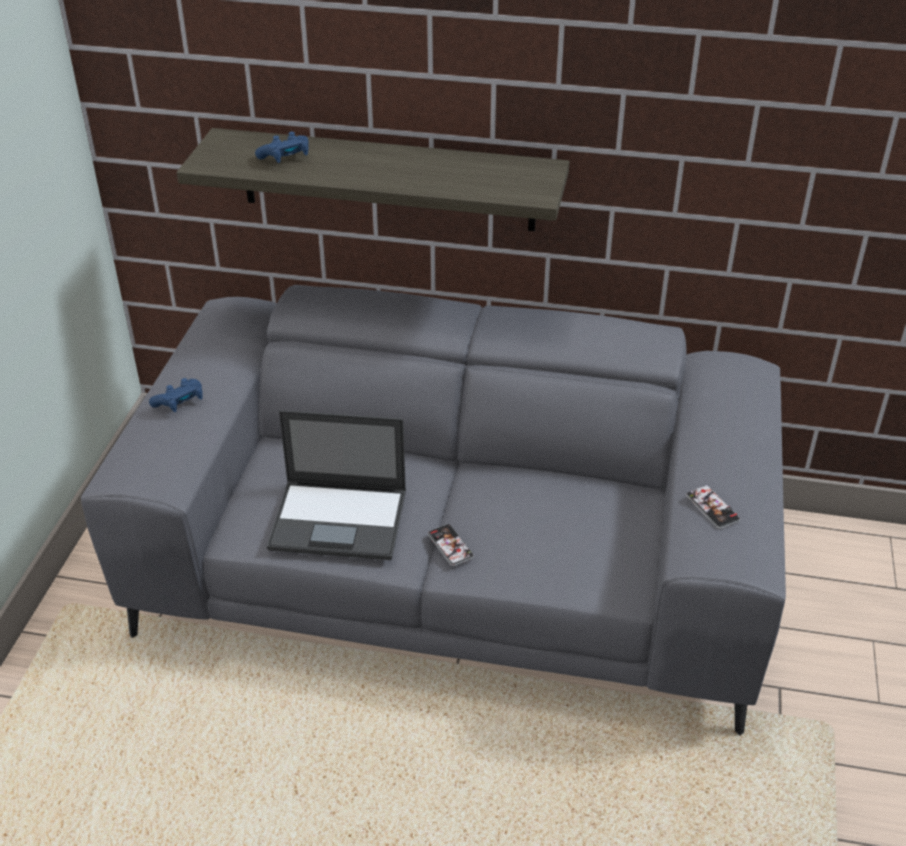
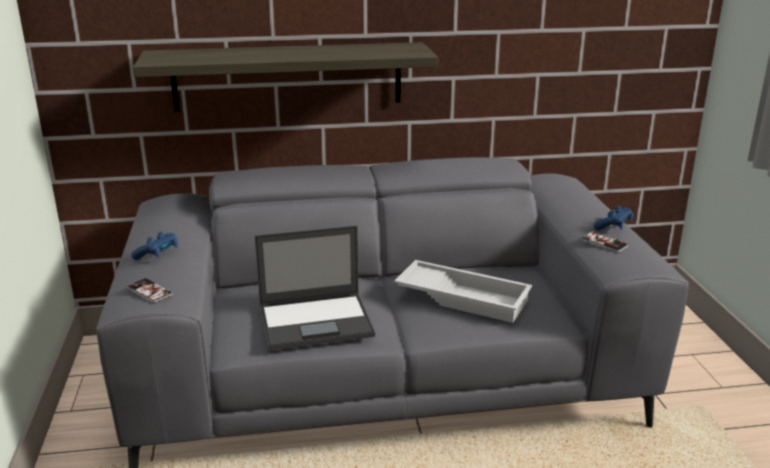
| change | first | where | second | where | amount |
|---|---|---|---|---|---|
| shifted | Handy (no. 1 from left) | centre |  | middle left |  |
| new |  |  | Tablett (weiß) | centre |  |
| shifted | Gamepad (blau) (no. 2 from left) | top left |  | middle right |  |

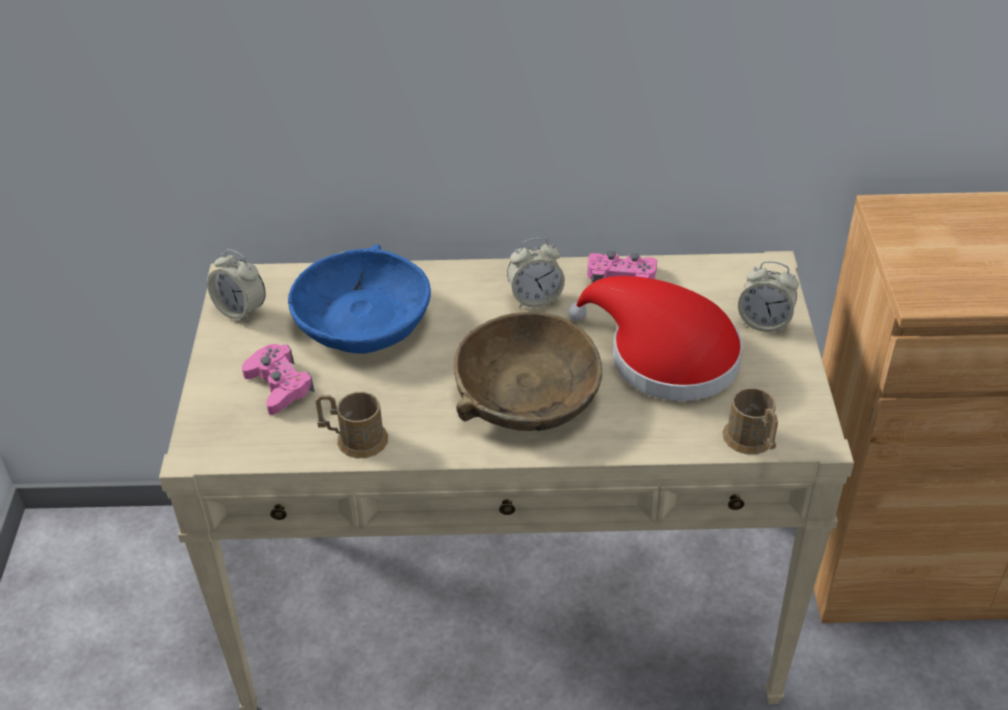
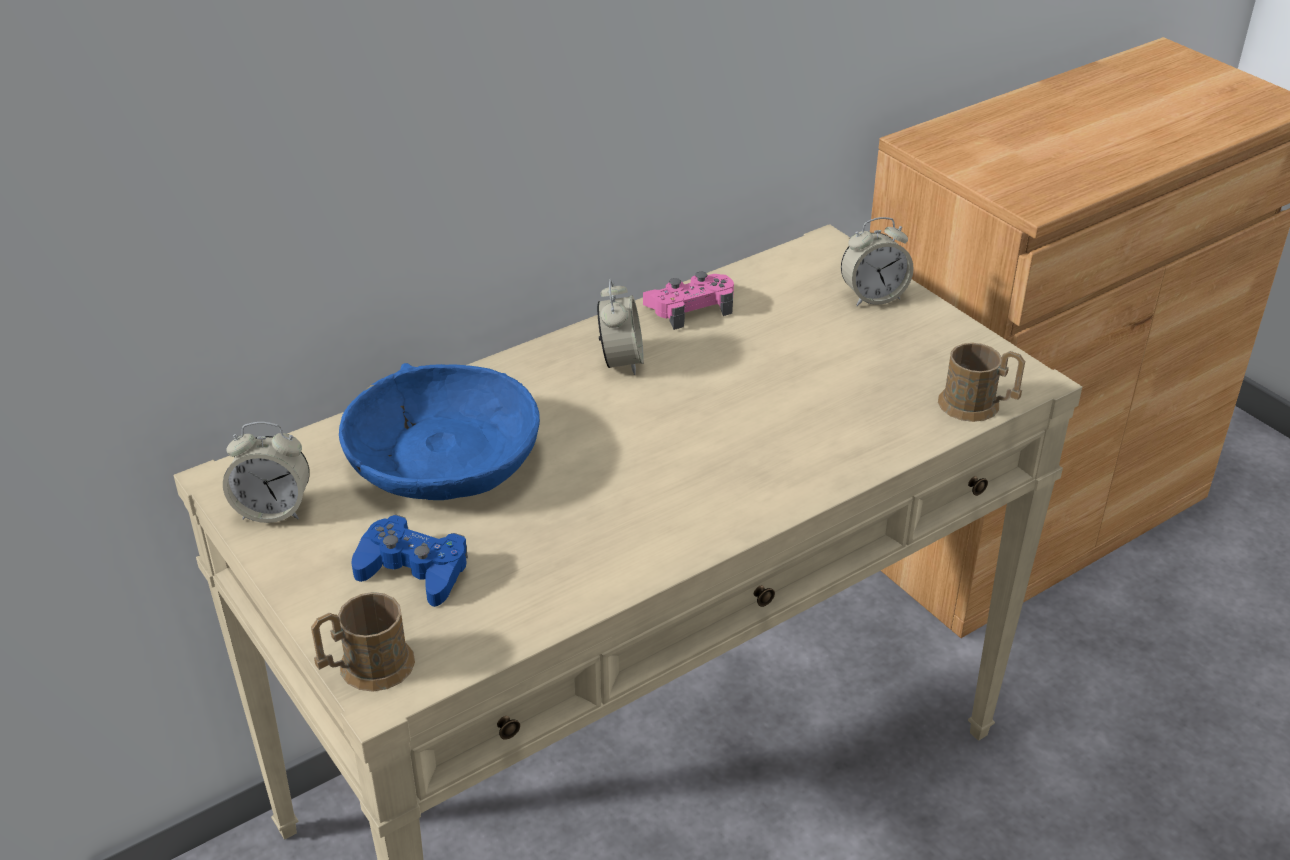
| change | first | where | second | where | amount |
|---|---|---|---|---|---|
| shifted | Henkelbecher (braun) (no. 1 from left) | centre |  | bottom left |  |
| repainted | Gamepad (rosa) (no. 1 from left) | middle left | Gamepad (blau) | middle left |  |
| rotated | Wecker (no. 2 from left) | centre |  | centre | 45 degrees counterclockwise |
| gone | Schüssel (braun) | centre |  |  |  |
| gone | Hut (rot) | centre |  |  |  |

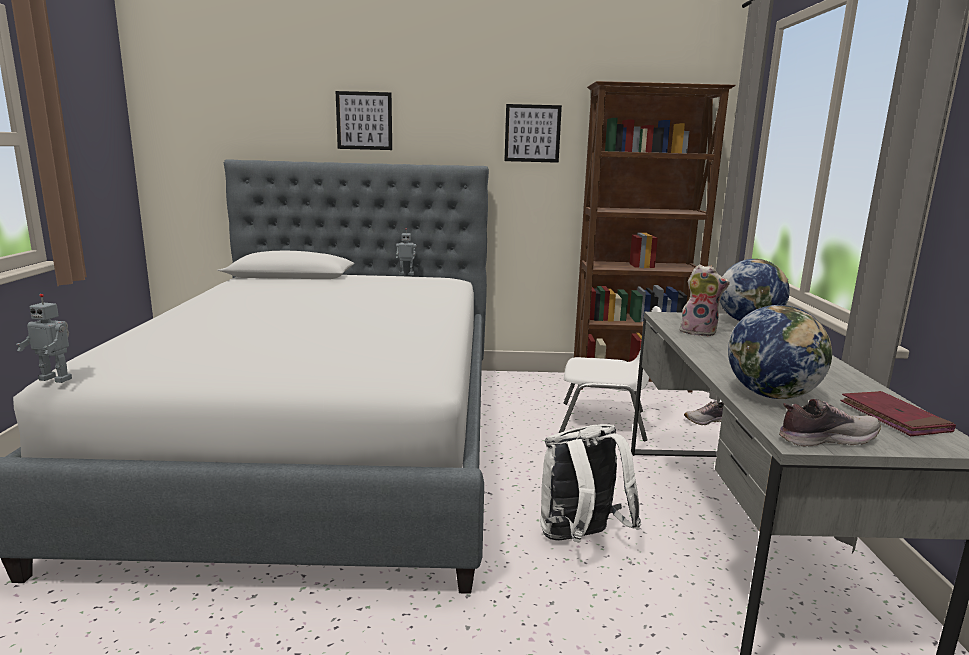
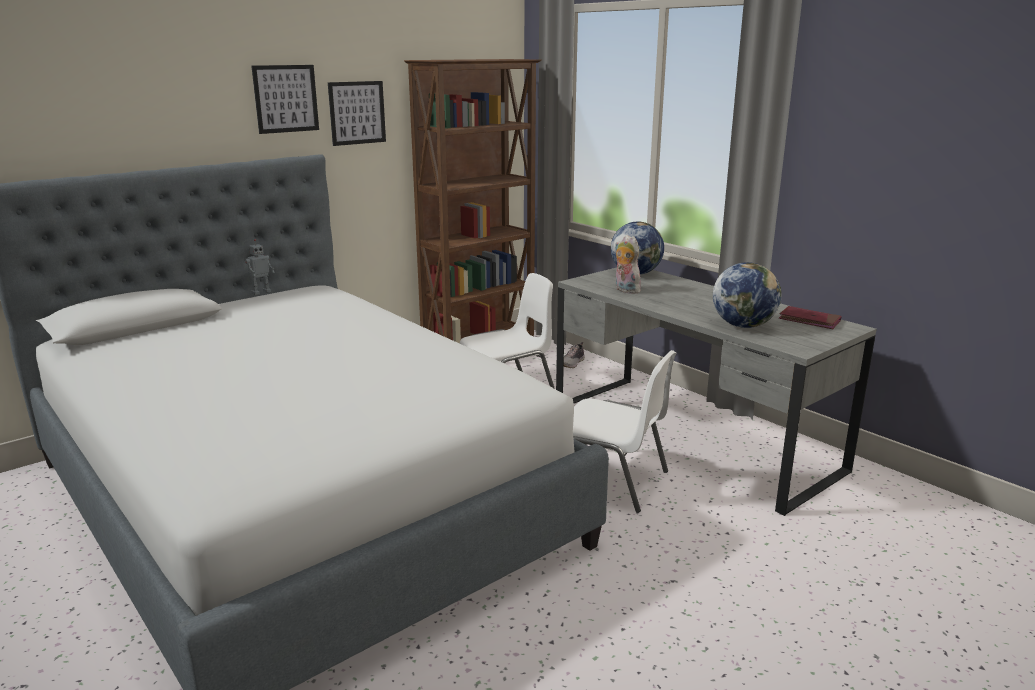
| change | first | where | second | where | amount |
|---|---|---|---|---|---|
| shifted | Bild (no. 1 from left) | top centre |  | top left |  |
| swapped | Rucksack (weiß) | bottom centre | Stuhl (weiß) (no. 2 from left) | centre |  |
| rotated | Plüschtier | middle right |  | centre | 105 degrees counterclockwise |
| gone | Spielzeugroboter (no. 1 from left) | middle left |  |  |  |
| gone | Schuh (no. 2 from left) | middle right |  |  |  |

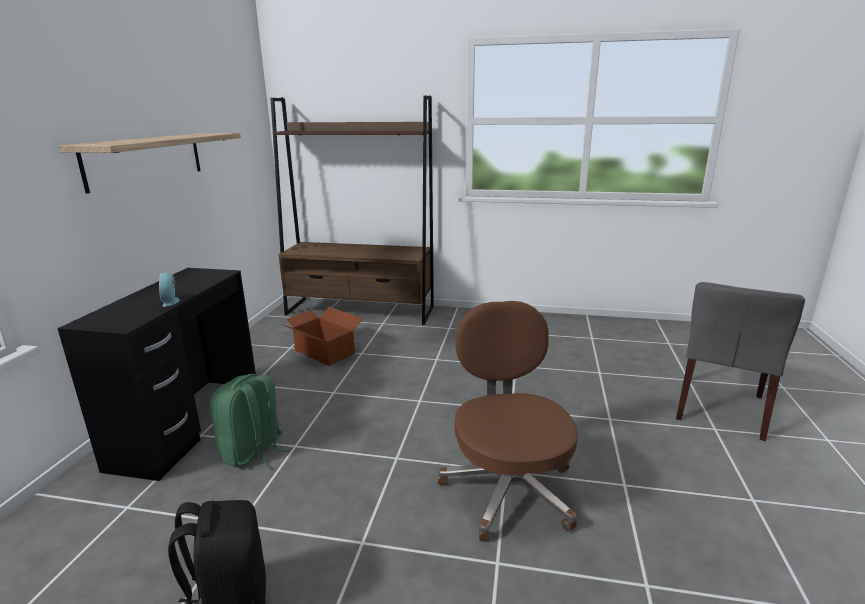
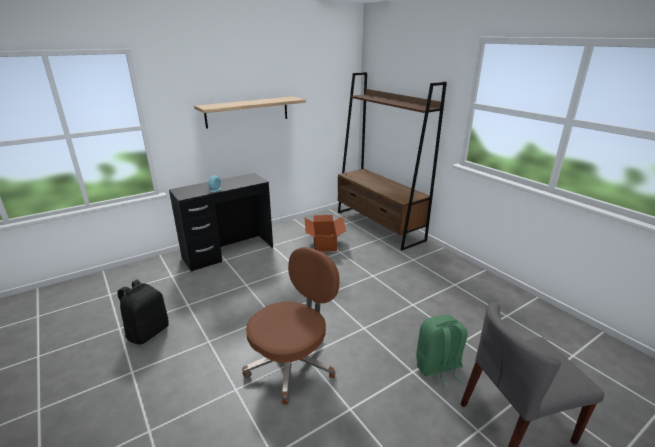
| change | first | where | second | where | amount |
|---|---|---|---|---|---|
| shifted | Rucksack (grün) | bottom left |  | bottom right |  |

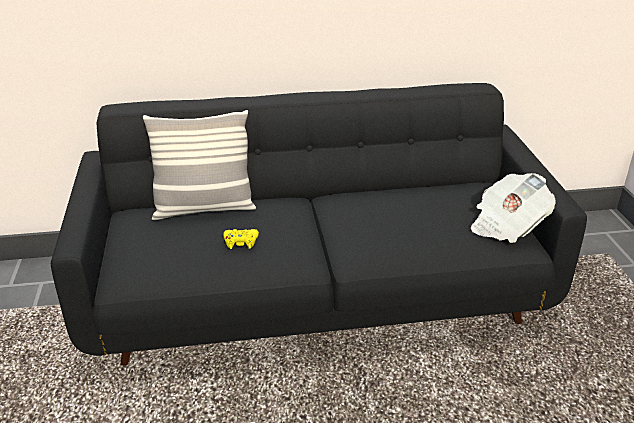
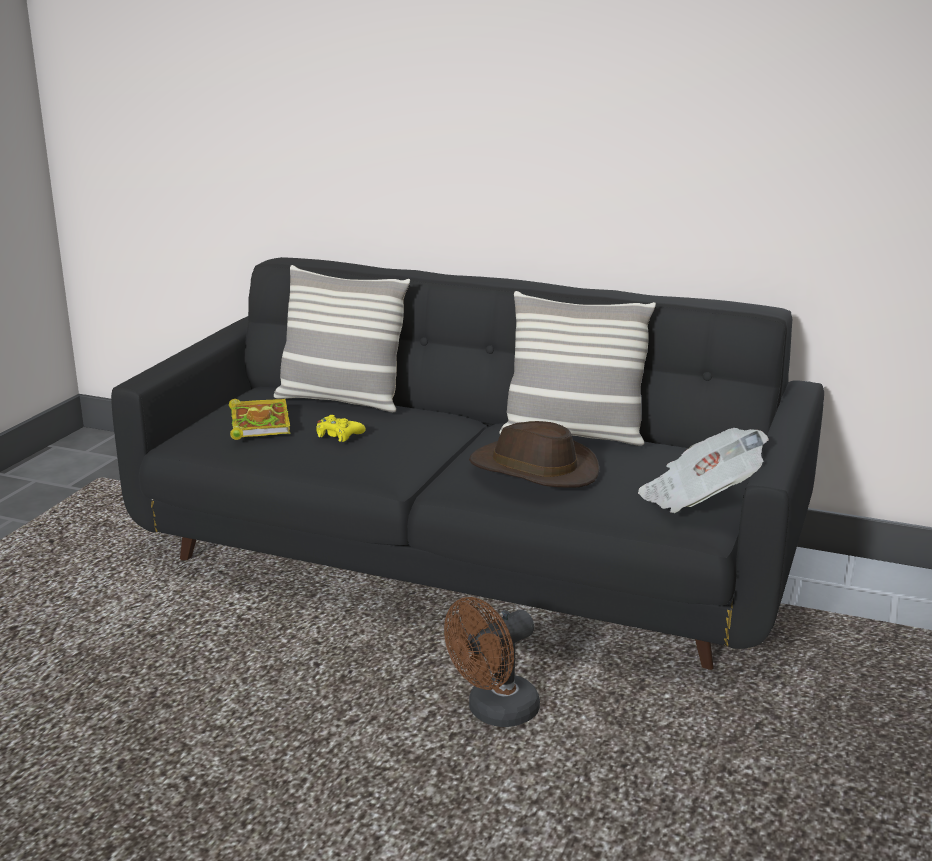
| change | first | where | second | where | amount |
|---|---|---|---|---|---|
| new |  |  | Buch | middle left |  |
| new |  |  | Ventilator (braun) | bottom centre |  |
| new |  |  | Hut (braun) | centre |  |
| new |  |  | Kissen (no. 2 from left) | centre |  |

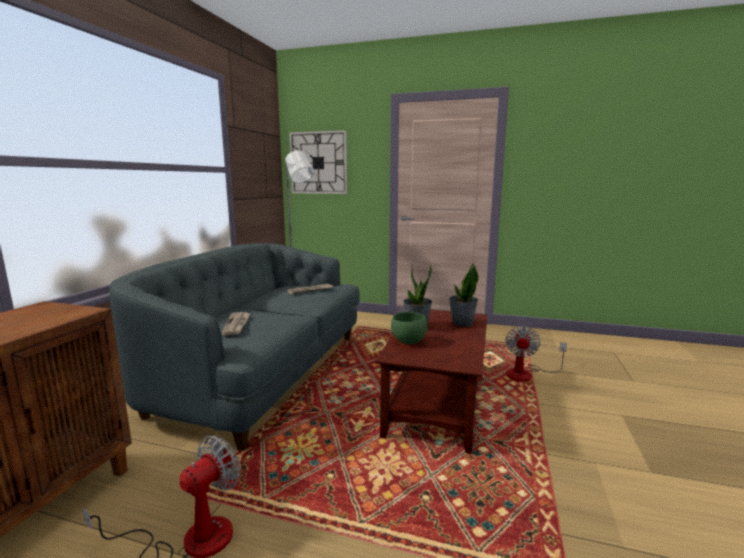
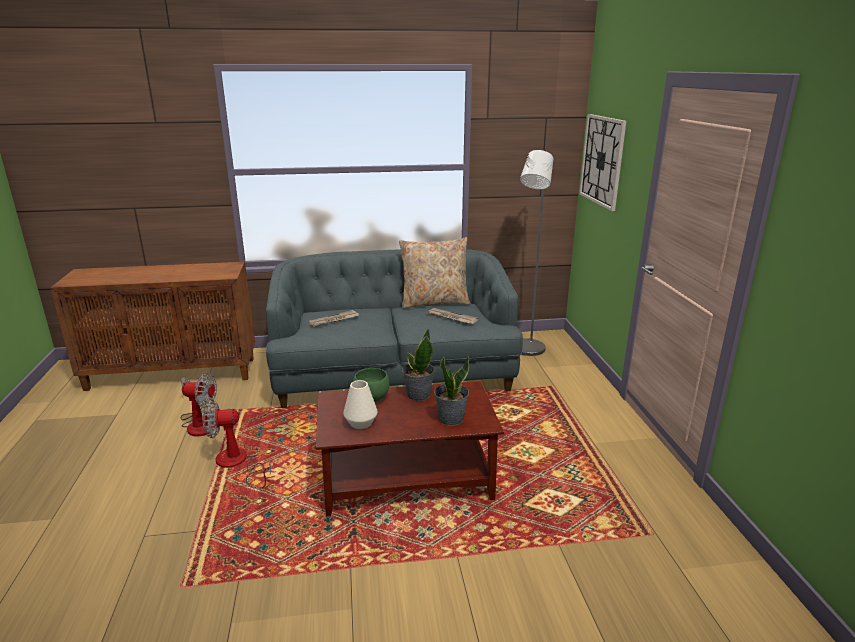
| change | first | where | second | where | amount |
|---|---|---|---|---|---|
| shifted | Ventilator (no. 2 from left) | middle right |  | bottom left |  |
| new |  |  | Vase (weiß) | centre |  |
| new |  |  | Kissen (beige) | centre |  |

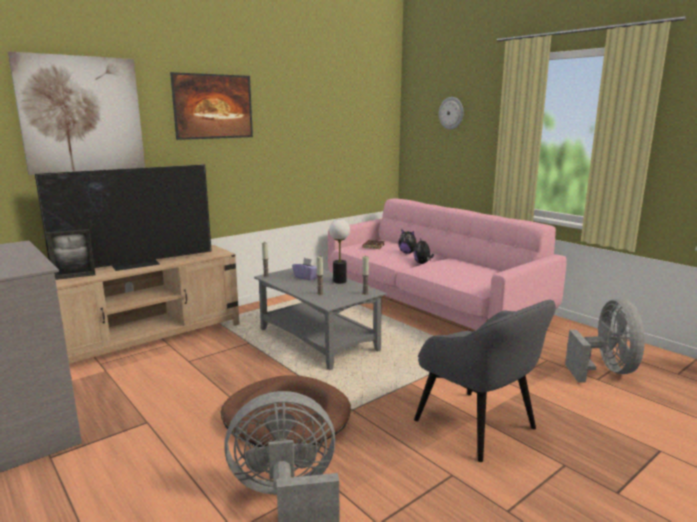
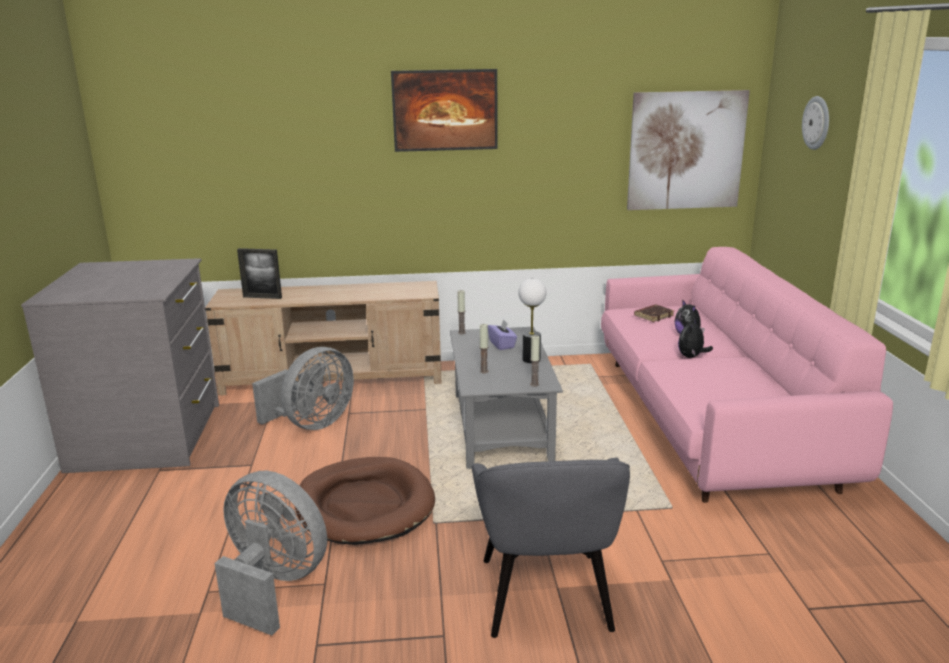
| change | first | where | second | where | amount |
|---|---|---|---|---|---|
| shifted | Ventilator (grau) (no. 2 from left) | middle right |  | middle left |  |
| shifted | Bild (no. 1 from left in the first image) | top left | Bild (no. 2 from left) | top right |  |
| gone | Fernseher | middle left |  |  |  |

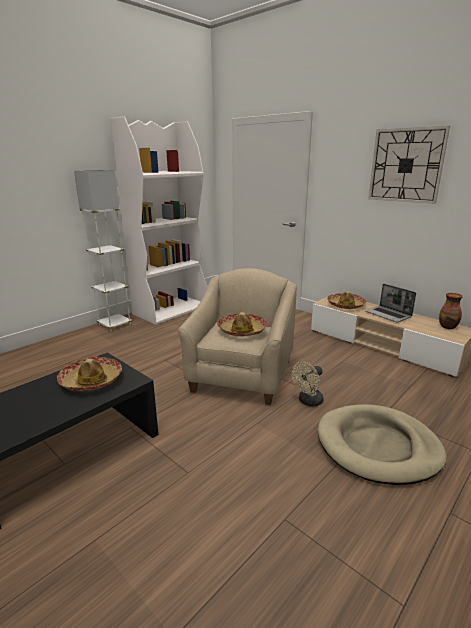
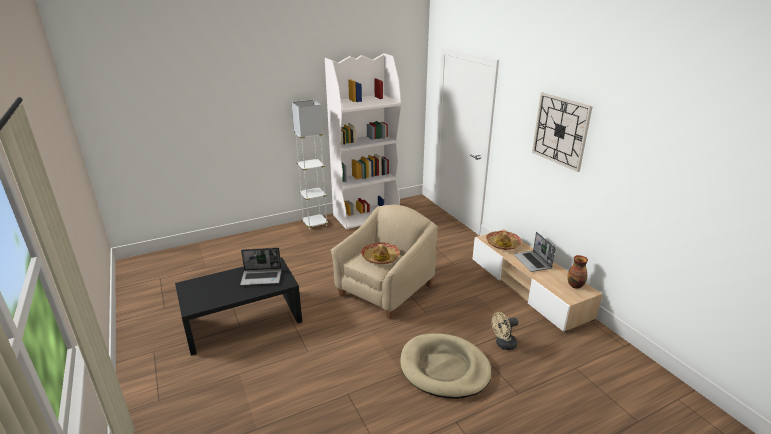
| change | first | where | second | where | amount |
|---|---|---|---|---|---|
| swapped | Hut (no. 1 from left) | middle left | Laptop (no. 1 from left) | centre |  |
| shifted | Ventilator (beige) | centre |  | bottom centre |  |

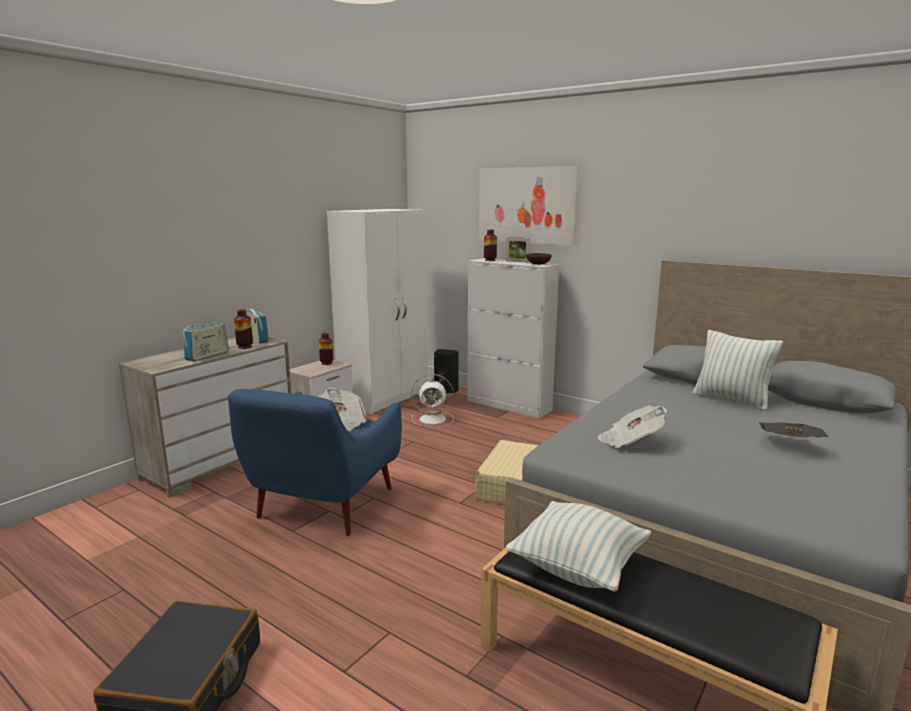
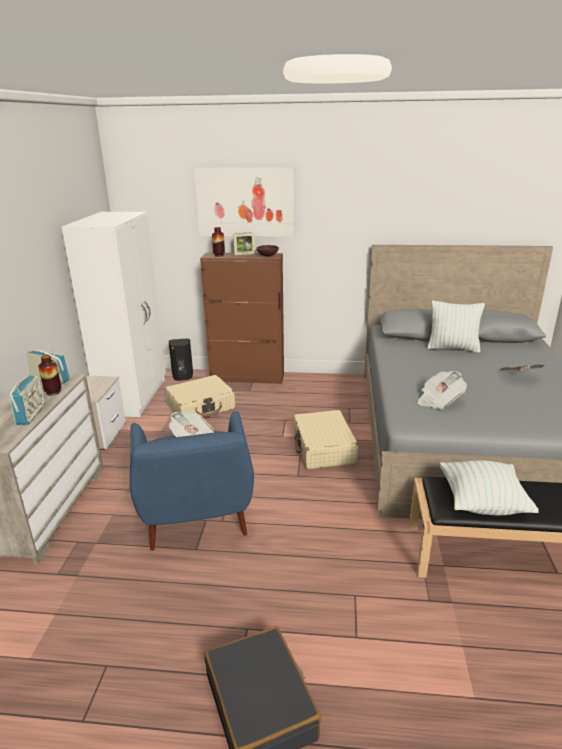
| change | first | where | second | where | amount |
|---|---|---|---|---|---|
| swapped | Ventilator (weiß) | centre | Koffer (beige) (no. 1 from left) | centre |  |
| repainted | Schrank (weiß) | centre | Schrank (braun) | centre |  |
| gone | Vase (no. 2 from left) | centre |  |  |  |

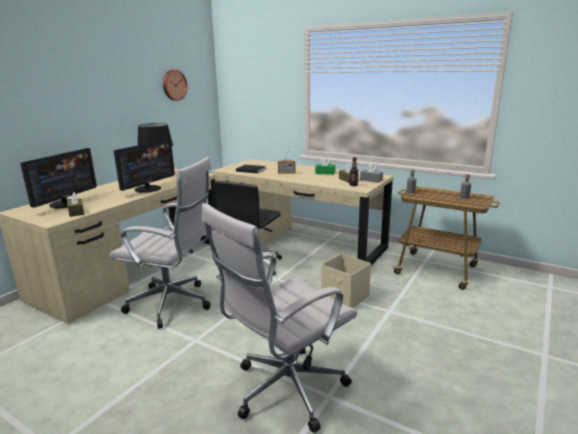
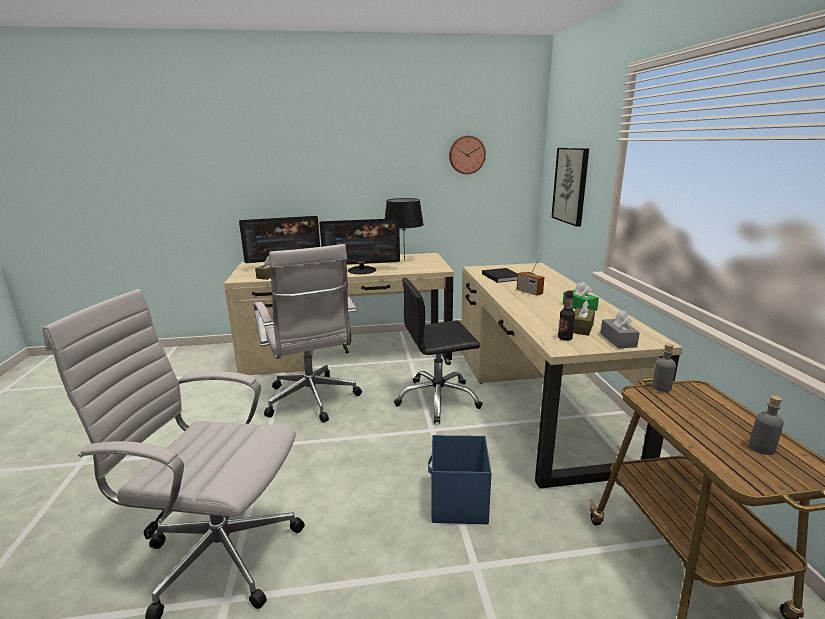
| change | first | where | second | where | amount |
|---|---|---|---|---|---|
| repainted | Aufbewahrungsbox (beige) | centre | Aufbewahrungsbox (blau) | bottom centre |  |
| new |  |  | Bild | top right |  |

